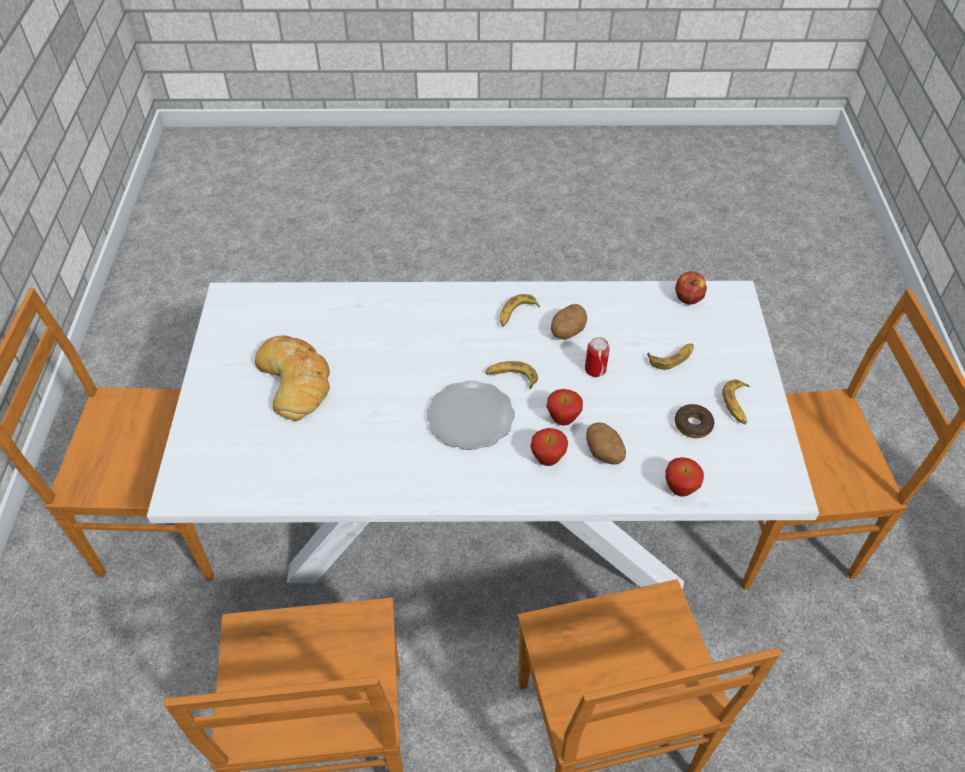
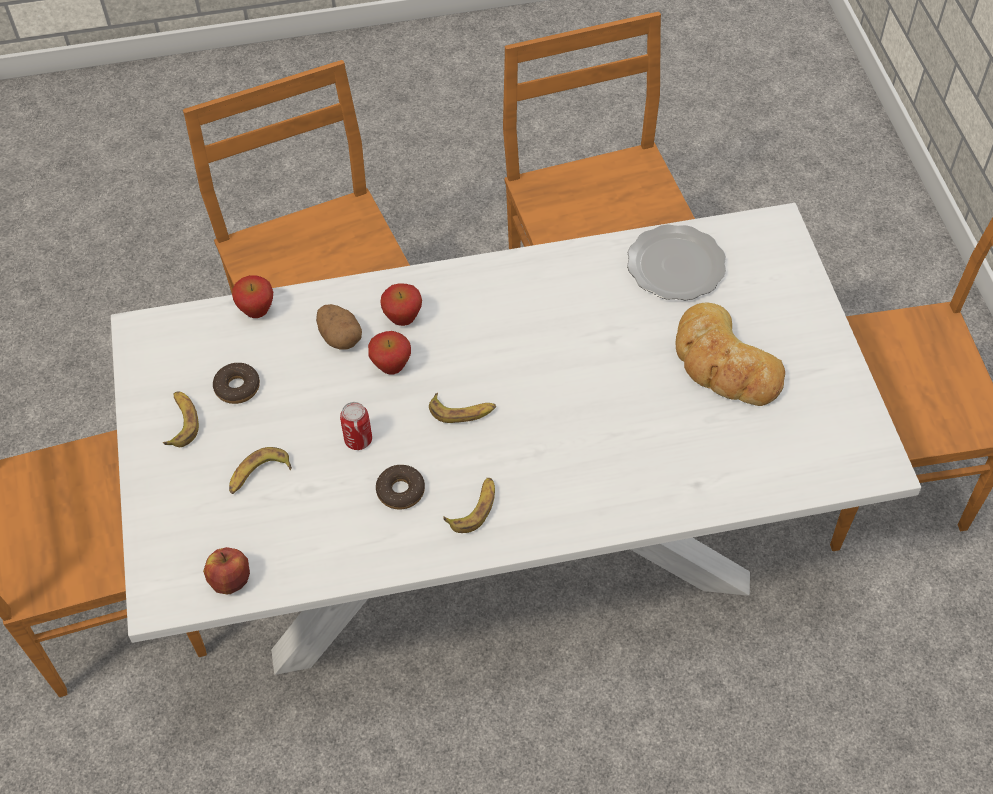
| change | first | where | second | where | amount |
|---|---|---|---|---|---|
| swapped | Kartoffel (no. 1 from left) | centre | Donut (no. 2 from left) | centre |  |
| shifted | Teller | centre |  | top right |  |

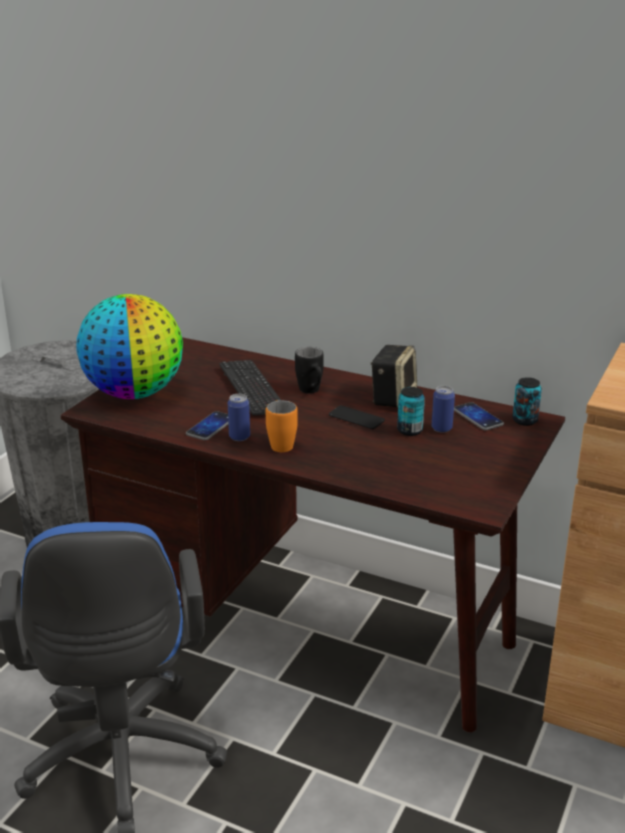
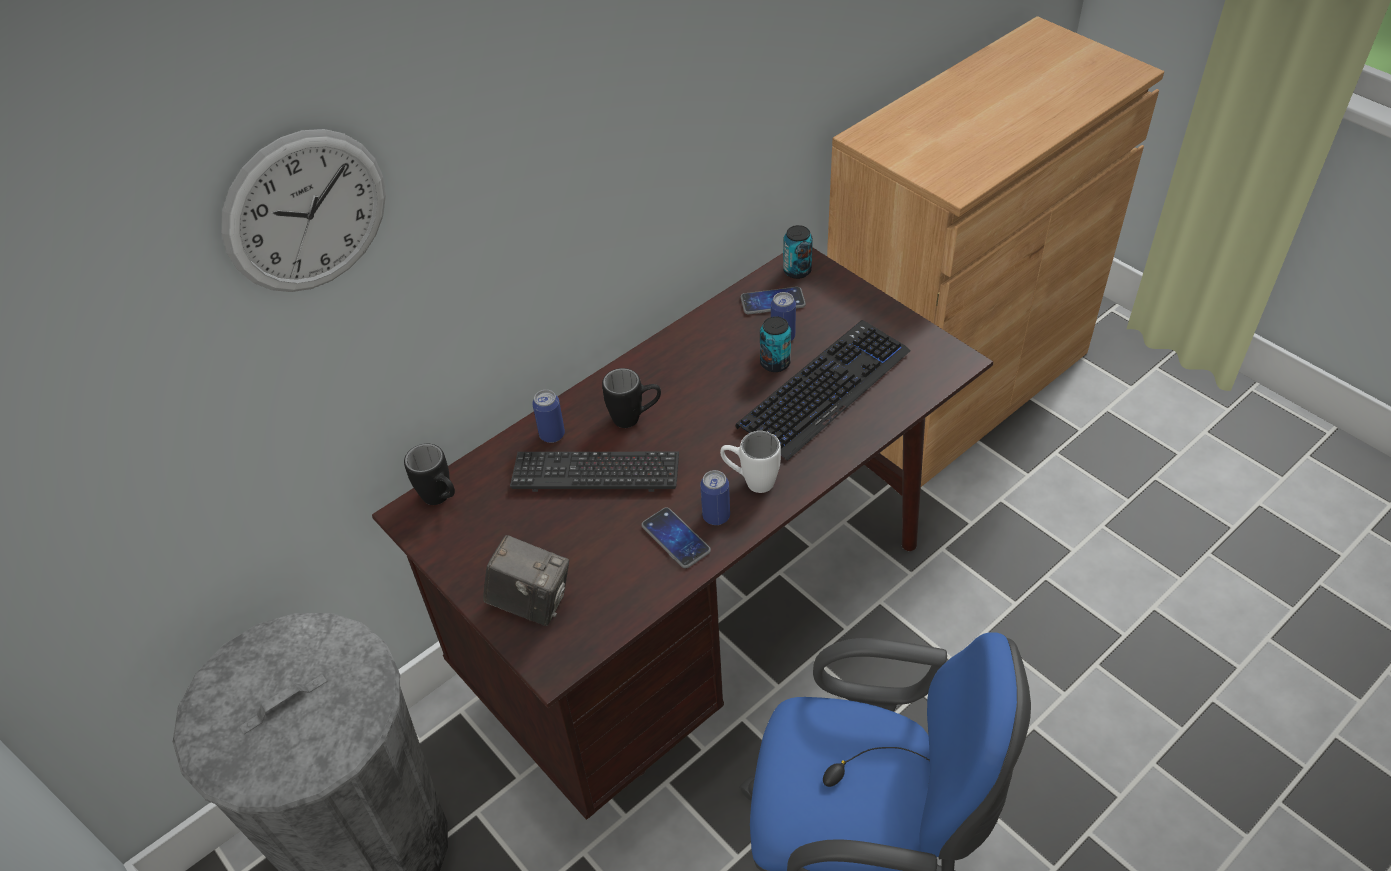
| change | first | where | second | where | amount |
|---|---|---|---|---|---|
| new |  |  | Wanduhr | top left |  |
| new |  |  | Henkelbecher (schwarz) (no. 1 from left) | middle left |  |
| swapped | Globus | middle left | Kamera | centre |  |
| new |  |  | Dose (no. 1 from left) | centre |  |
| repainted | Henkelbecher (orange) | centre | Henkelbecher (weiß) | centre |  |
| new |  |  | Tastatur (no. 2 from left) | centre |  |
| gone | Handy (no. 2 from left) | centre |  |  |  |
| gone | Lautsprecher | centre |  |  |  |

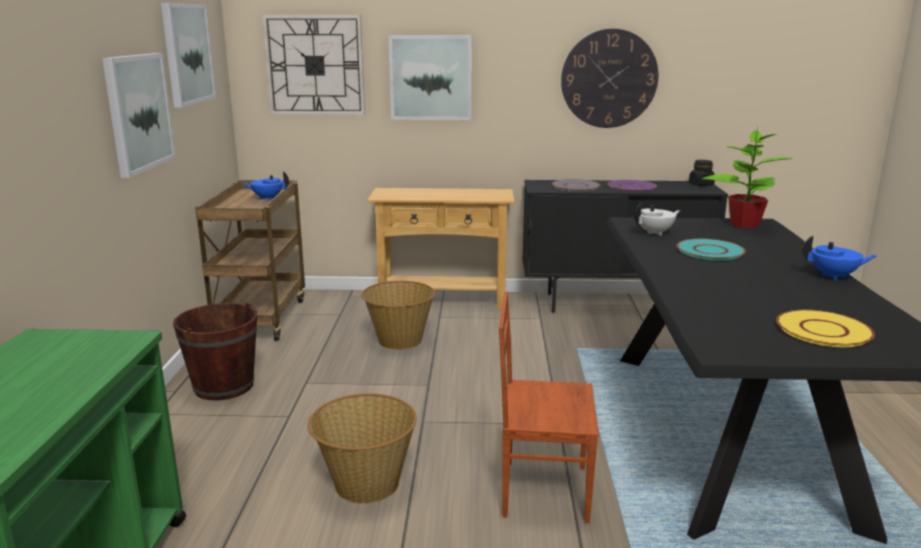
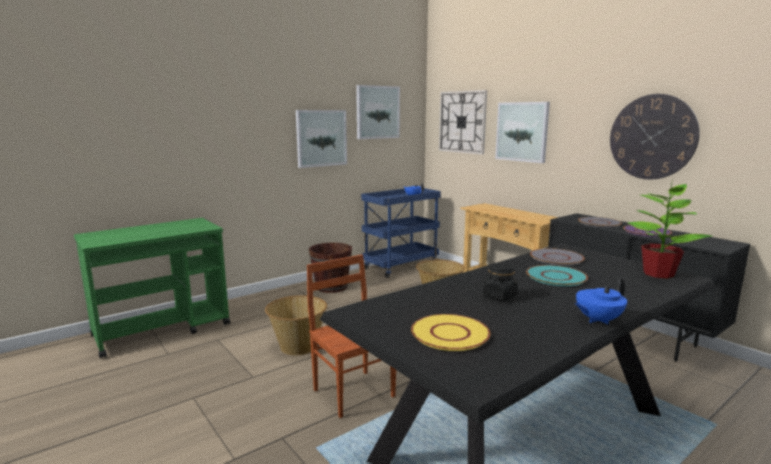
| change | first | where | second | where | amount |
|---|---|---|---|---|---|
| repainted | Rollwagen (braun) | middle left | Rollwagen (blau) | centre |  |
| shifted | Vorratsglas (schwarz) | top right |  | centre |  |
| swapped | Teekanne (weiß) | middle right | Teller (grau) (no. 1 from left) | middle right |  |
| rotated | Teekanne (blau) (no. 2 from left) | middle right |  | middle right | 90 degrees clockwise |

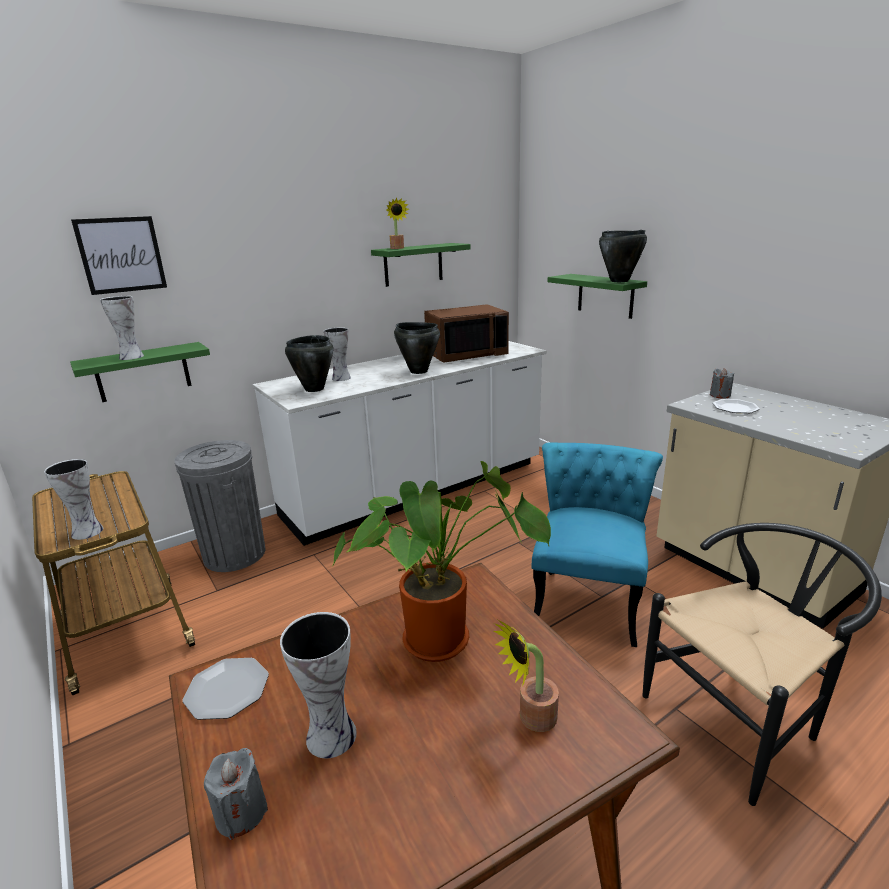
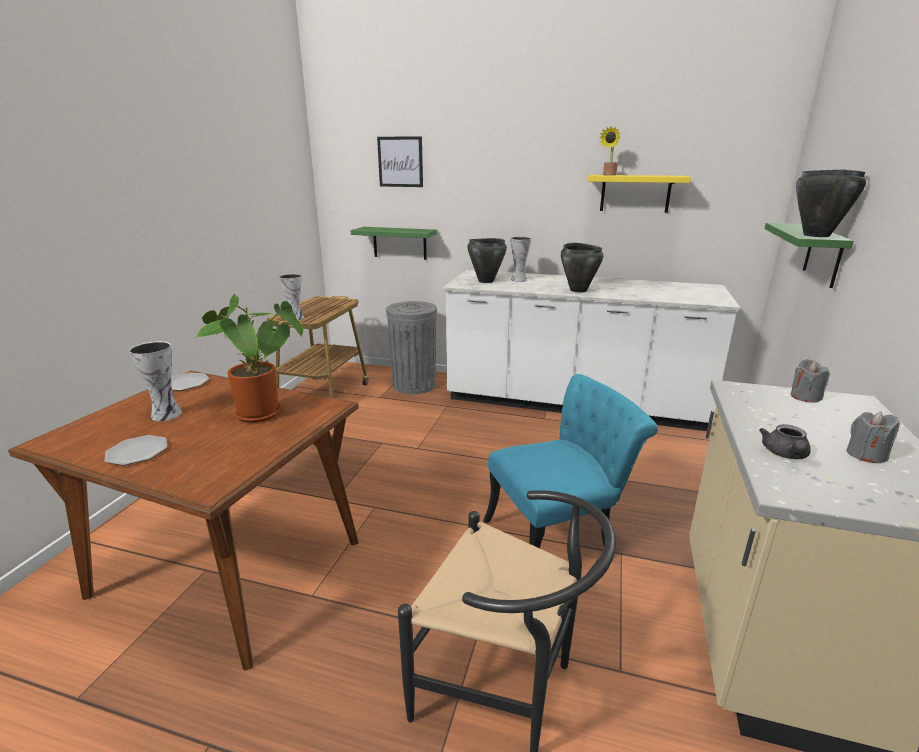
| change | first | where | second | where | amount |
|---|---|---|---|---|---|
| shifted | Teller (no. 2 from left in the first image) | middle right | Teller (no. 1 from left) | middle left |  |
| repainted | Wandregal (grün) (no. 2 from left) | top centre | Wandregal (gelb) | top right |  |
| new |  |  | Teekanne (grau) | middle right |  |
| shifted | Kerze (grau) (no. 1 from left in the first image) | bottom left | Kerze (grau) (no. 2 from left) | middle right |  |
| gone | Vase (no. 2 from left) | middle left |  |  |  |
| gone | Mikrowelle (braun) | centre |  |  |  |
| gone | Topfpflanze (no. 3 from left) | bottom centre |  |  |  |

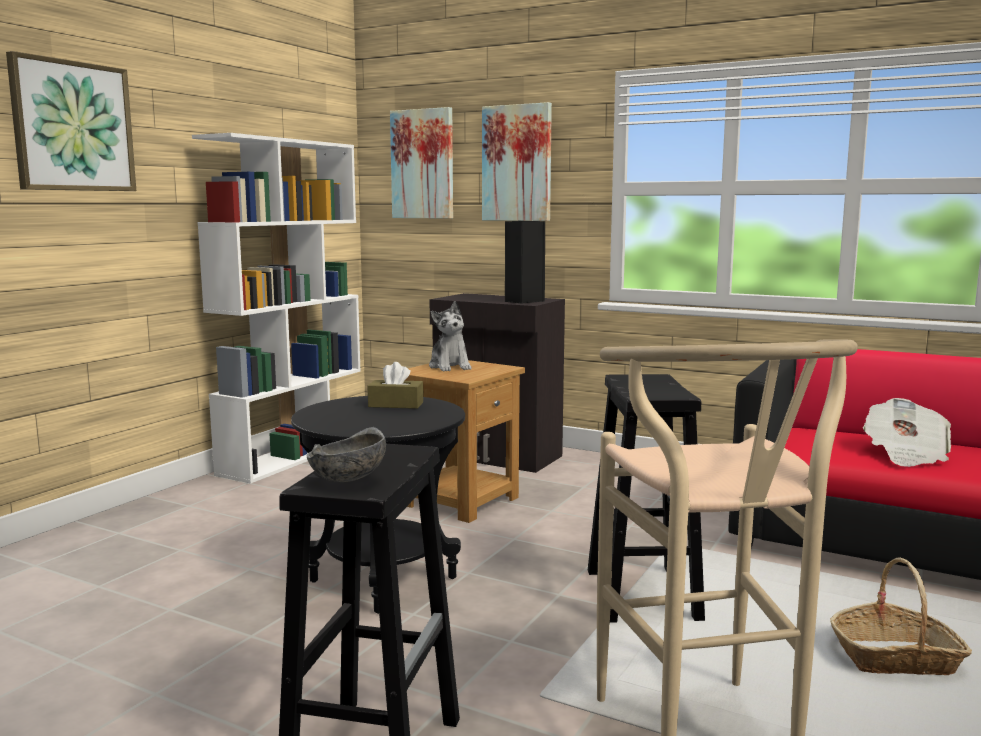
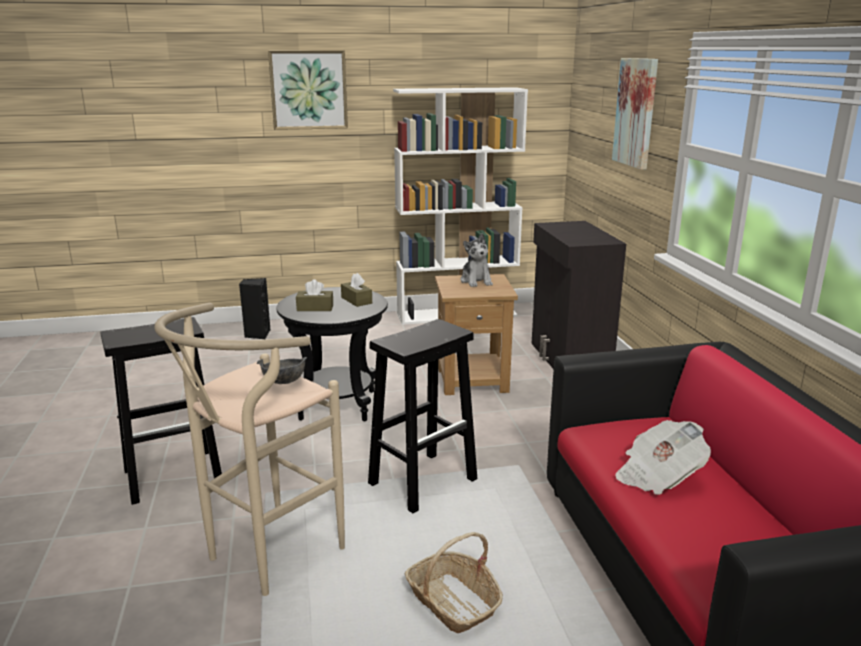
| change | first | where | second | where | amount |
|---|---|---|---|---|---|
| shifted | Lautsprecher (schwarz) | centre |  | middle left |  |
| shifted | Schüssel (grau) | centre |  | middle left |  |
| new |  |  | Taschentuchbox (braun) (no. 1 from left) | centre |  |
| rotated | Plüschtier | centre |  | centre | 45 degrees counterclockwise |
| gone | Bild (no. 2 from left) | top centre |  |  |  |

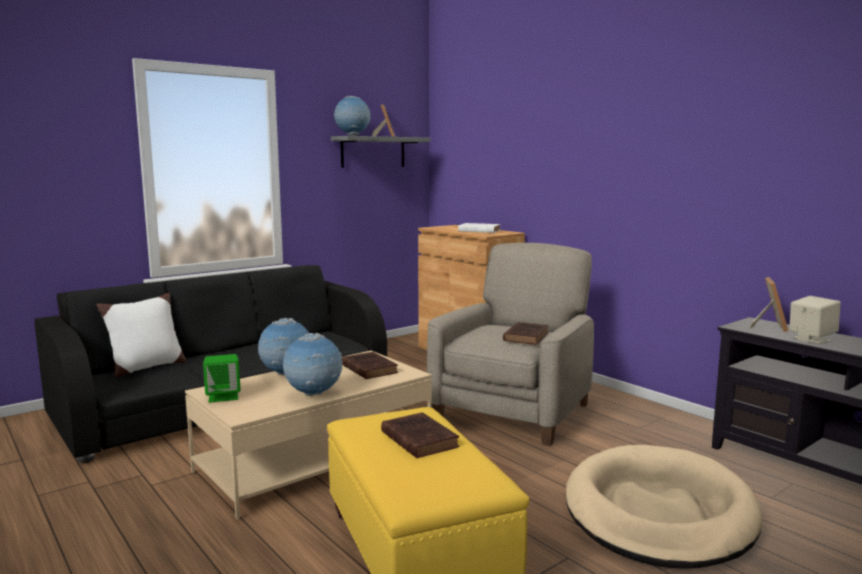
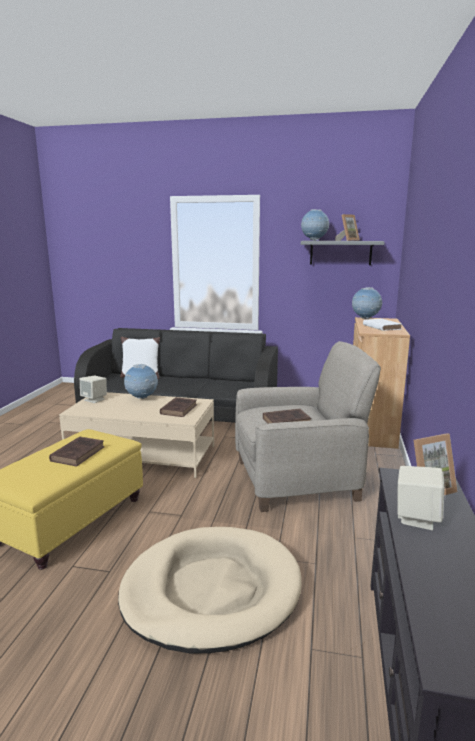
| change | first | where | second | where | amount |
|---|---|---|---|---|---|
| repainted | Lautsprecher (grün) | middle left | Lautsprecher (beige) (no. 1 from left) | middle left |  |
| shifted | Globus (no. 2 from left in the first image) | centre | Globus (no. 3 from left) | middle right |  |

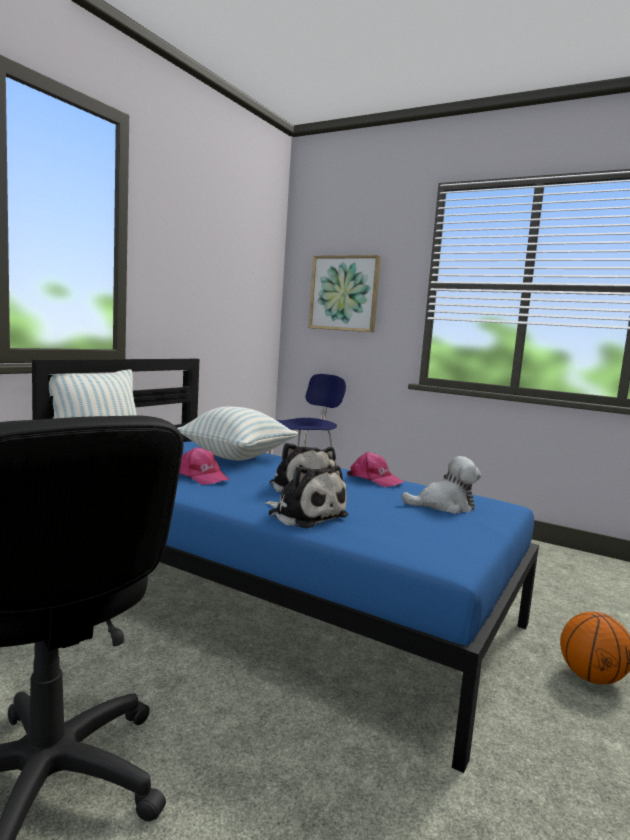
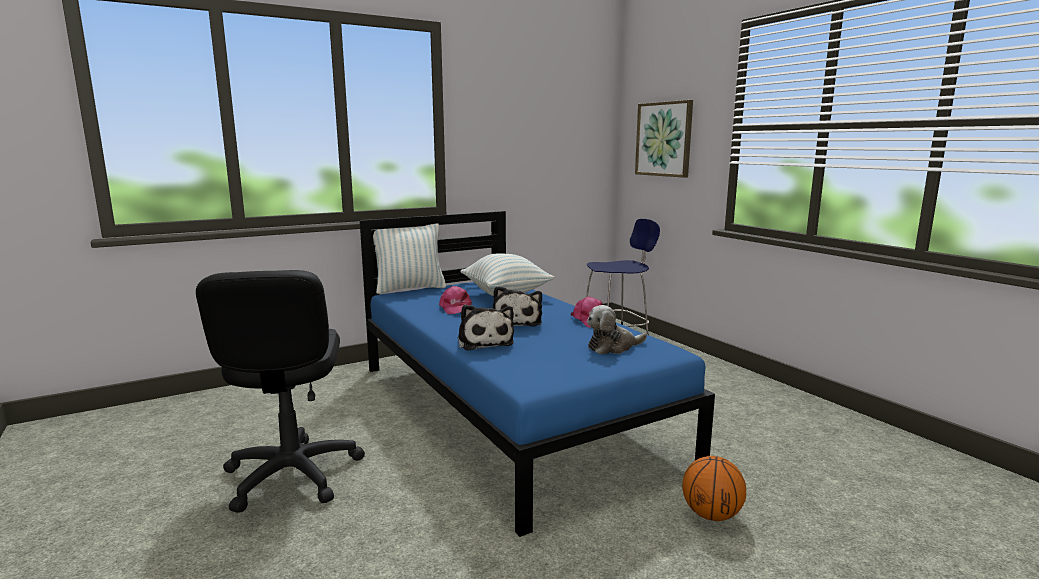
| change | first | where | second | where | amount |
|---|---|---|---|---|---|
| rotated | Plüschtier (no. 3 from left) | middle right |  | centre | 135 degrees clockwise |

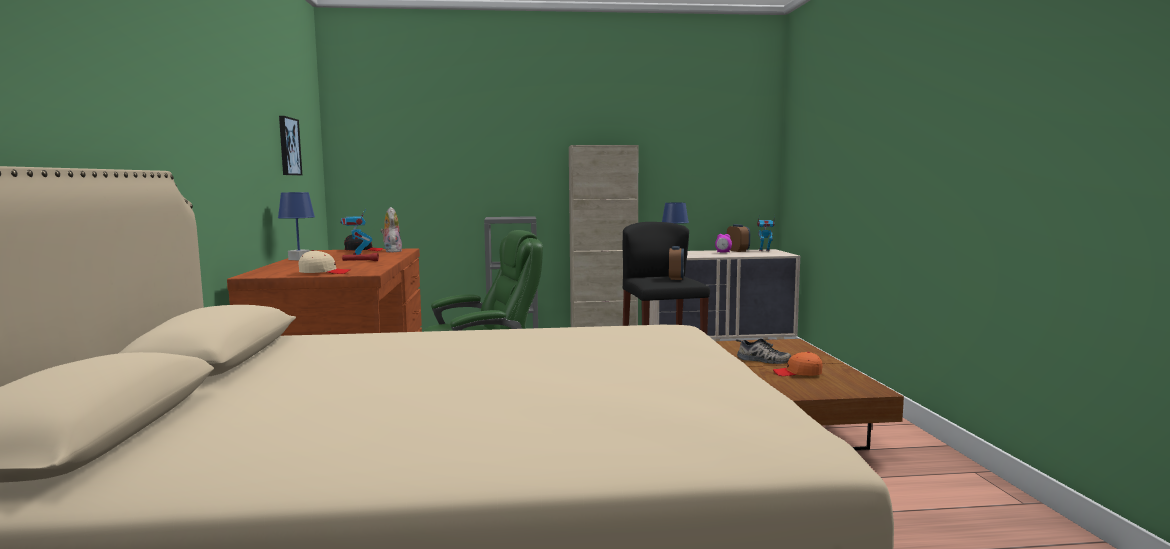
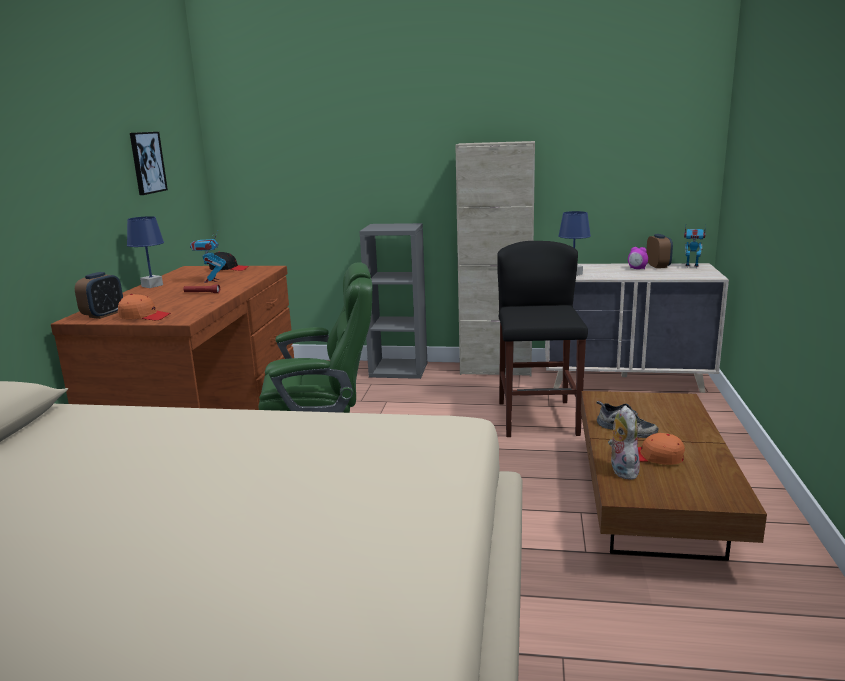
| change | first | where | second | where | amount |
|---|---|---|---|---|---|
| shifted | Wecker (no. 1 from left) | centre |  | middle left |  |
| repainted | Kappe (beige) | middle left | Kappe (orange) (no. 1 from left) | middle left |  |
| shifted | Plüschtier | centre |  | middle right |  |

